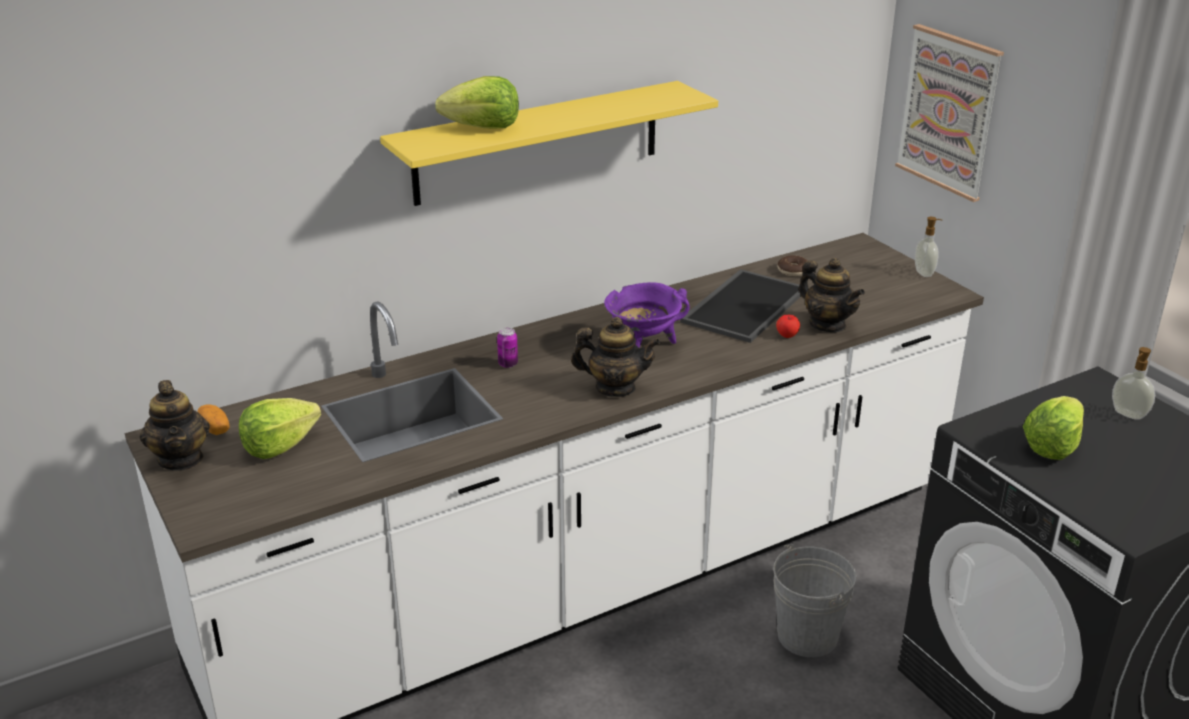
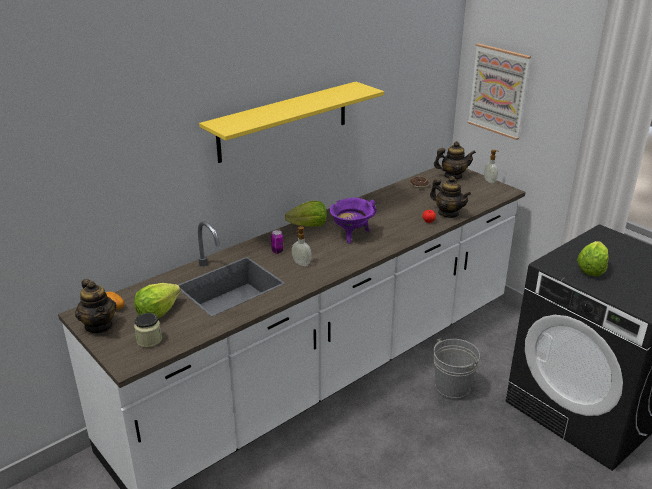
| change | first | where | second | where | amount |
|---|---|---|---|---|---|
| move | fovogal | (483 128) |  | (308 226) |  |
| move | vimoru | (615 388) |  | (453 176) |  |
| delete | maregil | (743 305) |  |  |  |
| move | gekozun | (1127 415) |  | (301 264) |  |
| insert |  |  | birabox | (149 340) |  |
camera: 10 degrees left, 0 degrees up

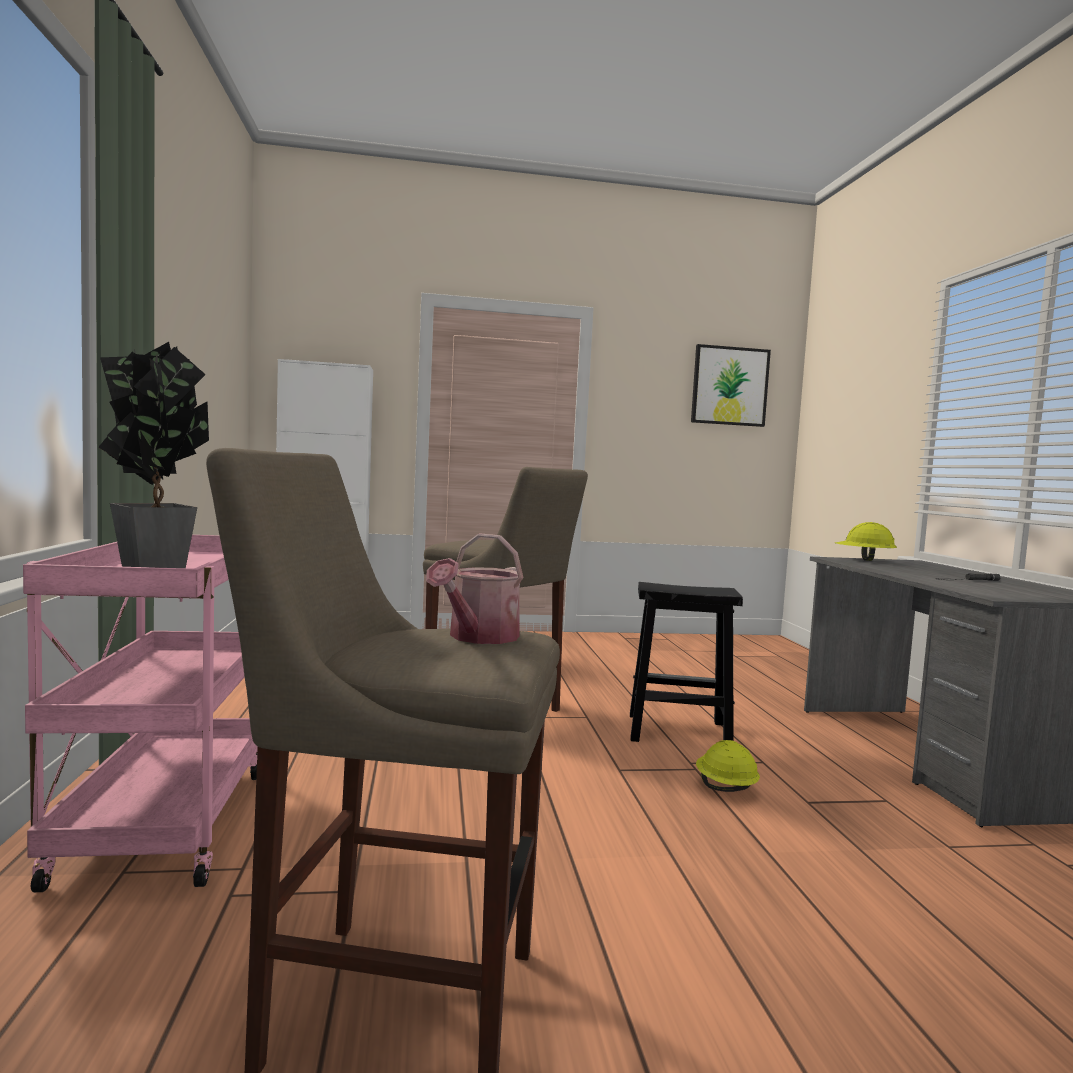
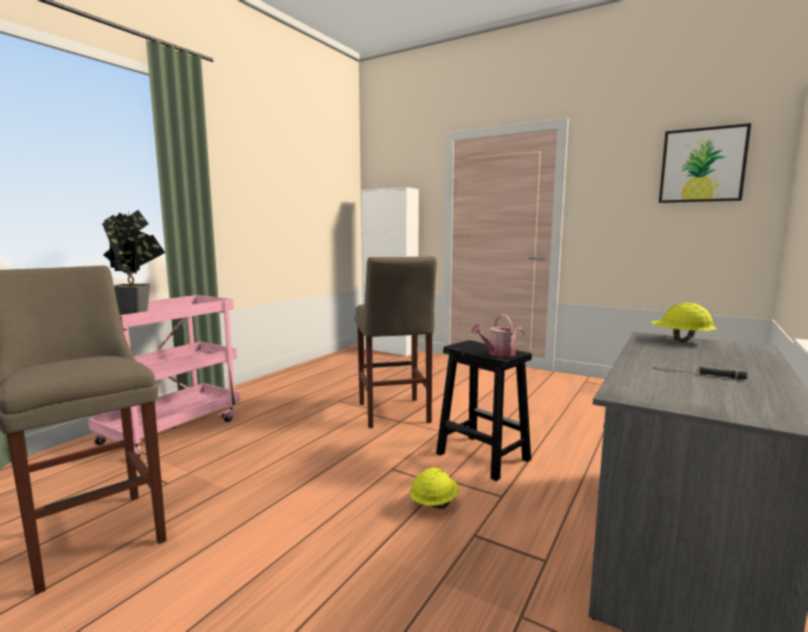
| change | first | where | second | where | amount |
|---|---|---|---|---|---|
| move | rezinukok | (479 638) |  | (498 354) |  |
camera: 40 degrees right, 5 degrees up

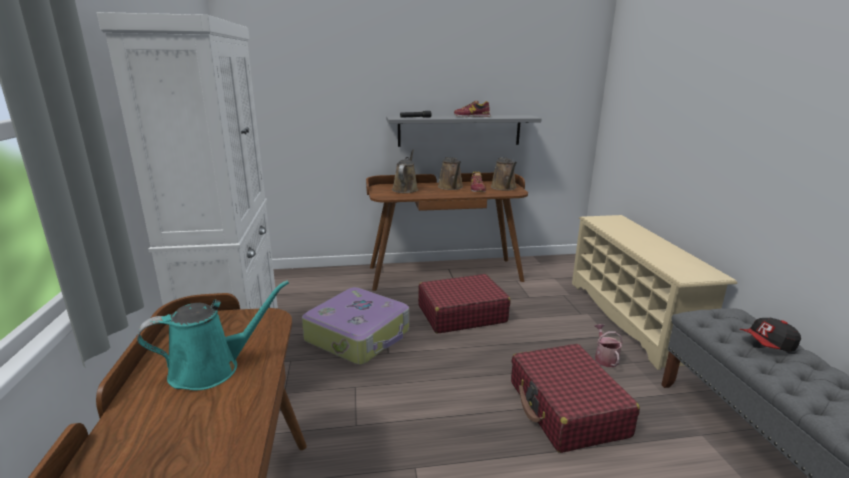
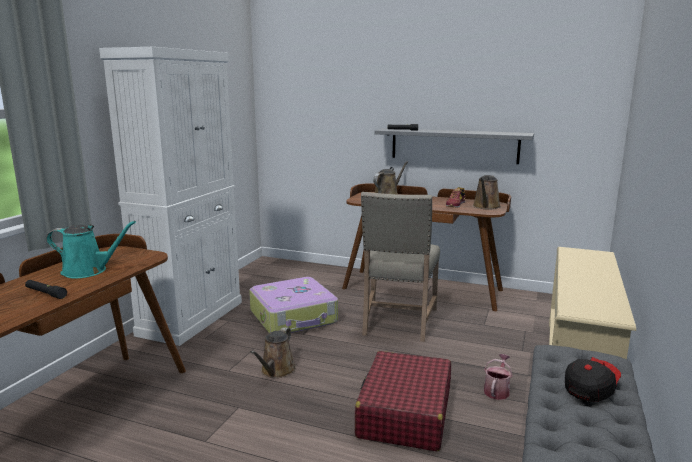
| change | first | where | second | where | amount |
|---|---|---|---|---|---|
| replace | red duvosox | (461 314) | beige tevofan | (398 322) |  |
| move | brown rezinukok | (451 187) |  | (276 371) |  |
| delete | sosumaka | (472 116) |  |  |  |
| rotate | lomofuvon | (768 345) |  | (590 388) | 120 degrees clockwise |
| insert |  |  | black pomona | (45 293) |  |
camera: 30 degrees right, 5 degrees down

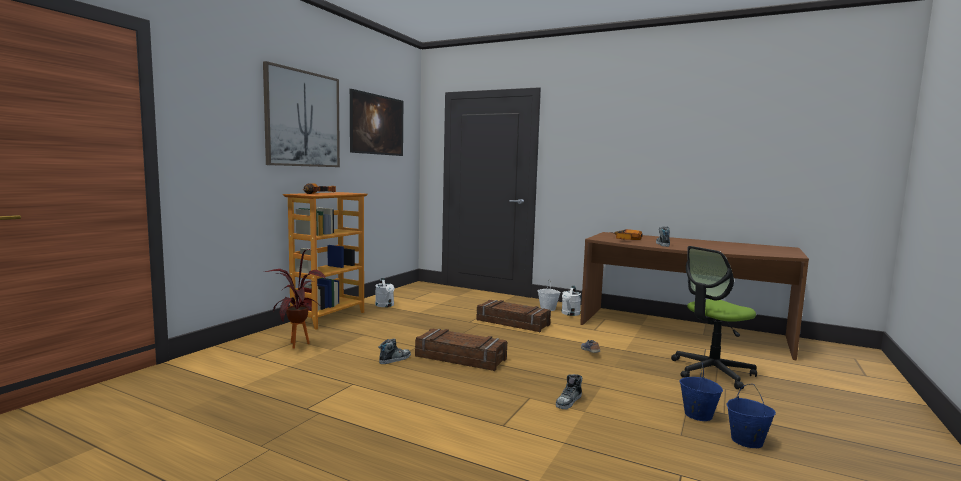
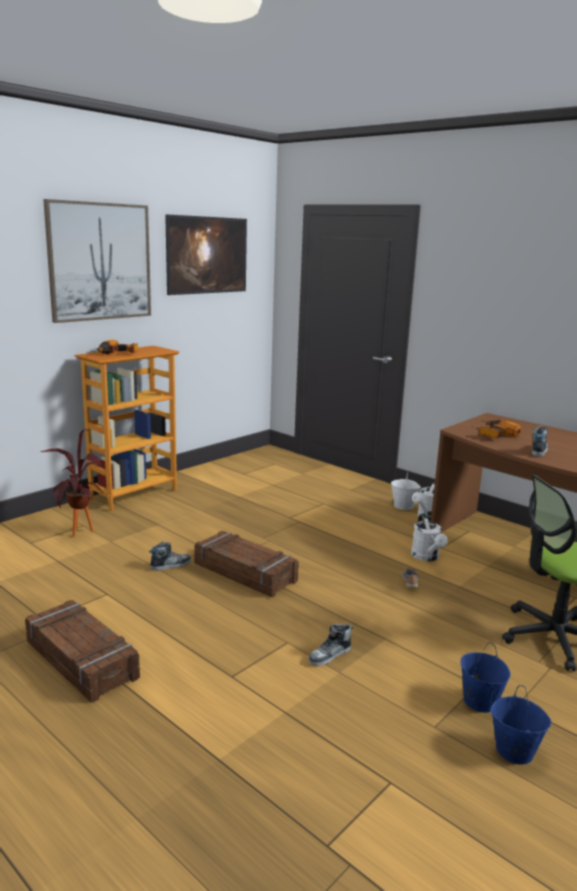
| change | first | where | second | where | amount |
|---|---|---|---|---|---|
| move | white rezinukok | (385 305) |  | (427 557) |  |
| move | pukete | (512 323) |  | (80 660) |  |
camera: 15 degrees right, 10 degrees up

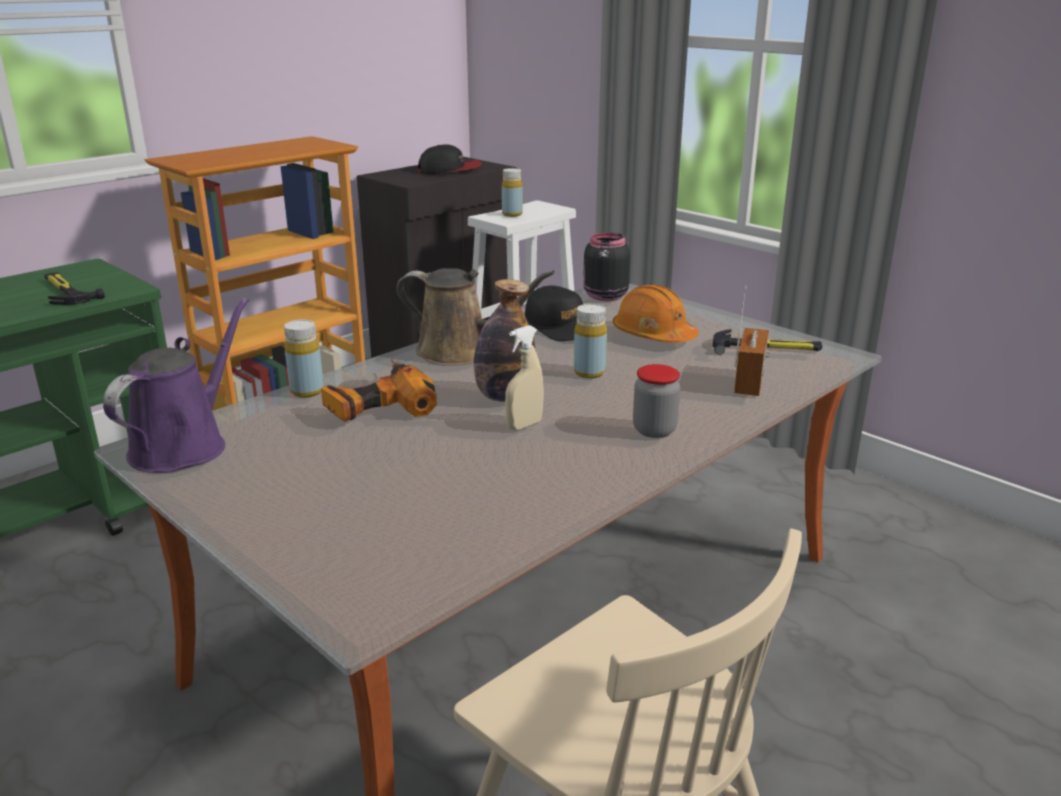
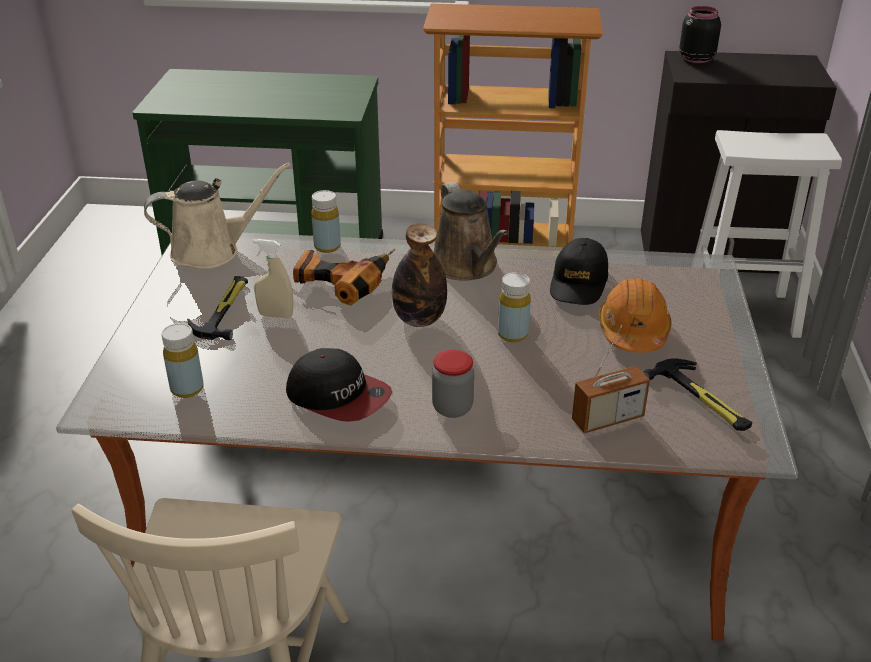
| change | first | where | second | where | amount |
|---|---|---|---|---|---|
| move | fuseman | (66 291) |  | (224 310) |  |
| recolor | purple rezinukok | (184 445) | beige rezinukok | (212 251) |  |
| move | lomofuvon | (449 170) |  | (338 396) |  |
| move | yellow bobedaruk | (512 214) |  | (187 389) |  |
| move | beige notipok | (524 425) |  | (276 315) |  |
| move | black birabox | (604 296) |  | (695 59) |  |
camera: 50 degrees right, 10 degrees up

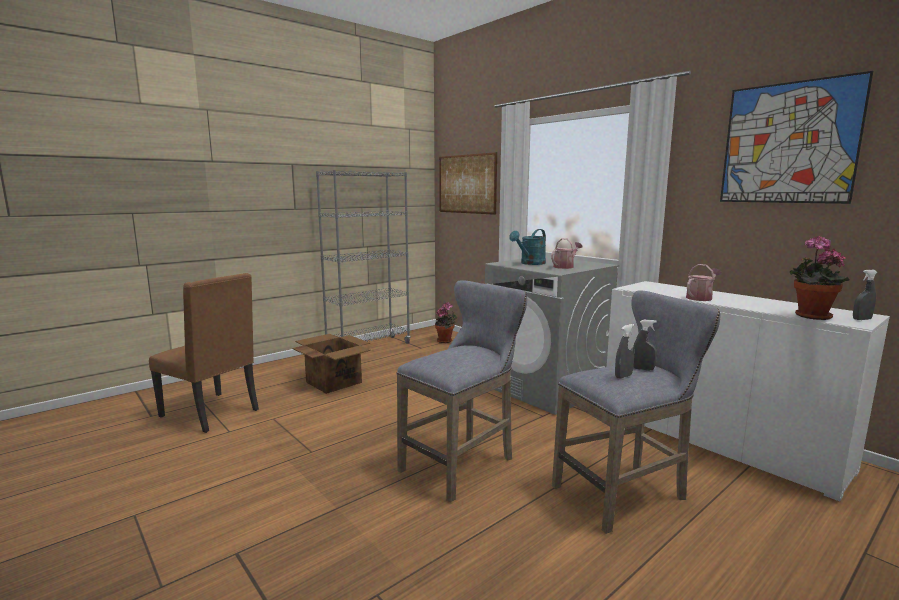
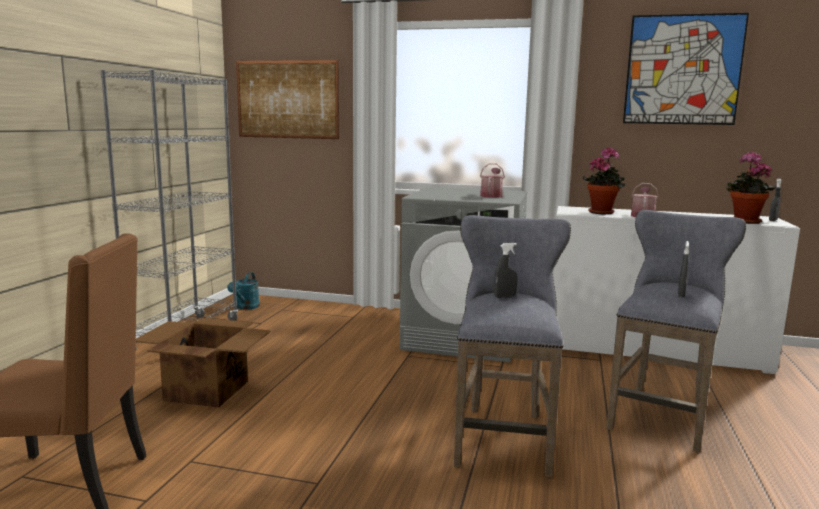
| change | first | where | second | where | amount |
|---|---|---|---|---|---|
| move | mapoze | (446 341) |  | (602 212) |  |
| move | turquoise rezinukok | (530 263) |  | (245 307) |  |
| move | grey notipok | (643 369) |  | (504 297) |  |
camera: 35 degrees left, 0 degrees up

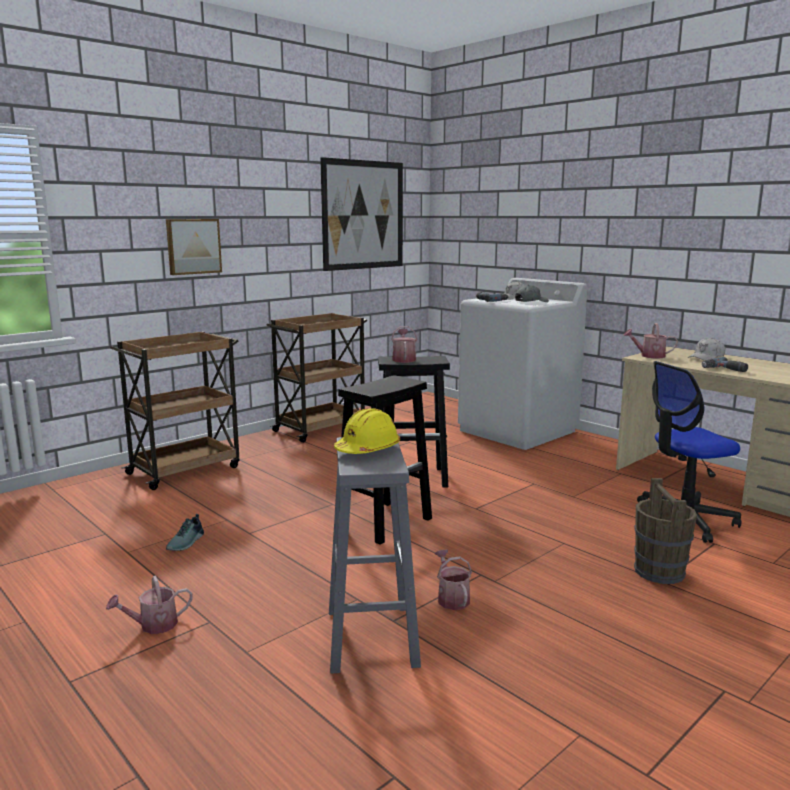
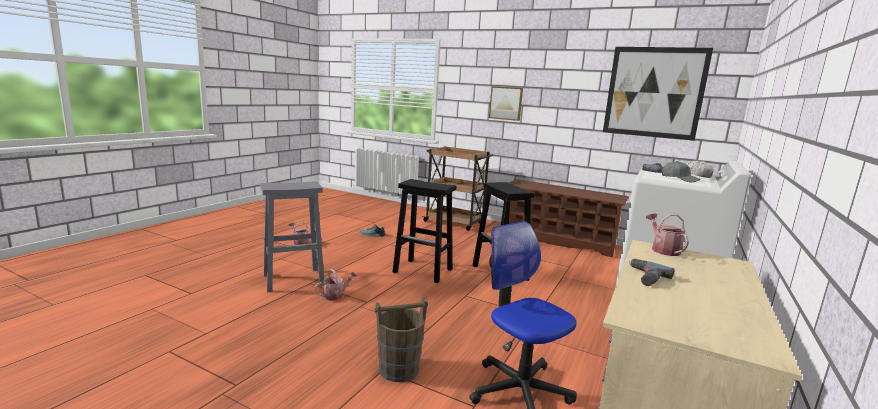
| change | first | where | second | where | amount |
|---|---|---|---|---|---|
| replace | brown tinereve | (320 428) | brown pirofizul | (558 240) |  |
| delete | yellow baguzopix | (368 449) |  |  |  |
| delete | rezinukok | (403 359) |  |  |  |
| delete | white lomofuvon | (706 357) |  |  |  |
camera: 70 degrees right, 0 degrees up

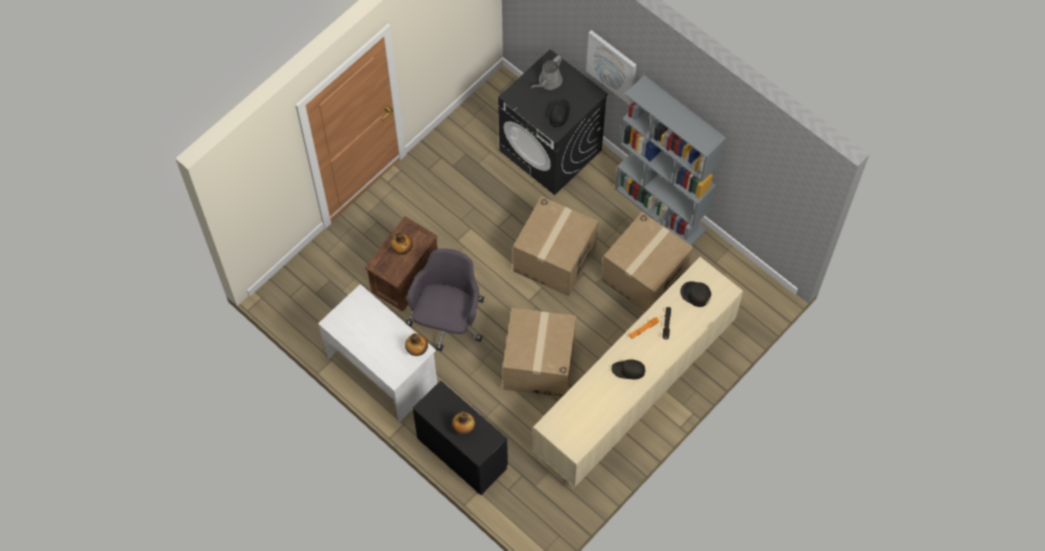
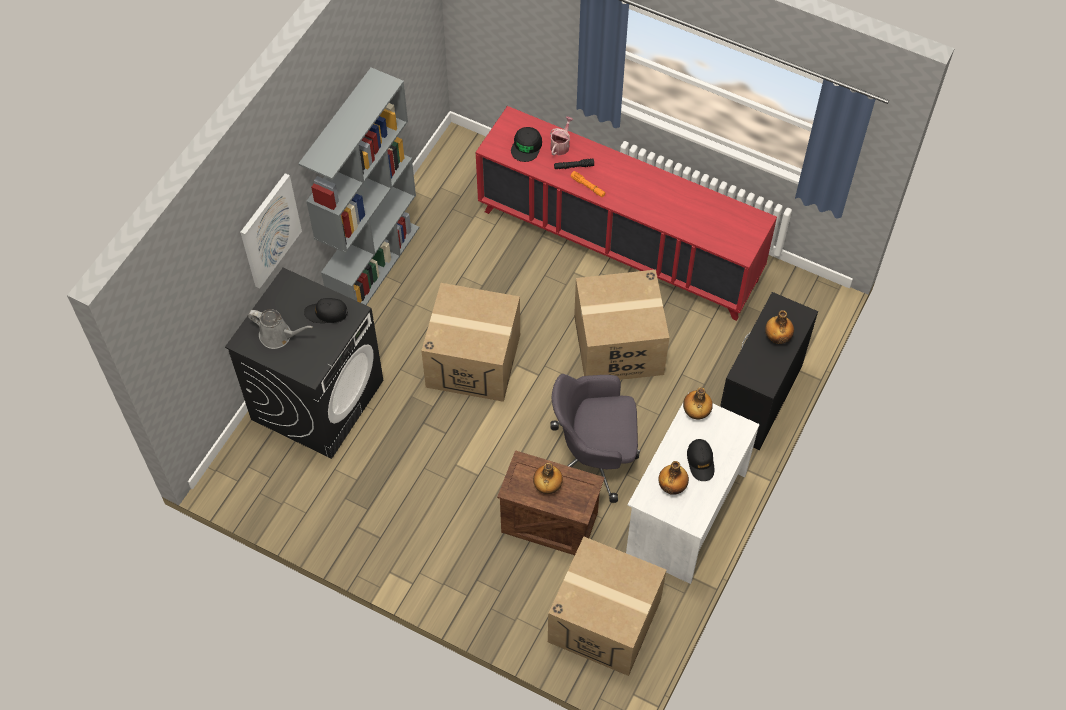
| change | first | where | second | where | amount |
|---|---|---|---|---|---|
| recolor | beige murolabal | (634 391) | red murolabal | (619 244) |  |
| move | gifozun | (644 276) |  | (605 620) |  |
| move | black lomofuvon | (628 370) |  | (700 462) |  |
| insert |  |  | rezinukok | (561 145) |  |
| insert |  |  | bobedaruk | (672 486) |  |
camera: 105 degrees left, 5 degrees down

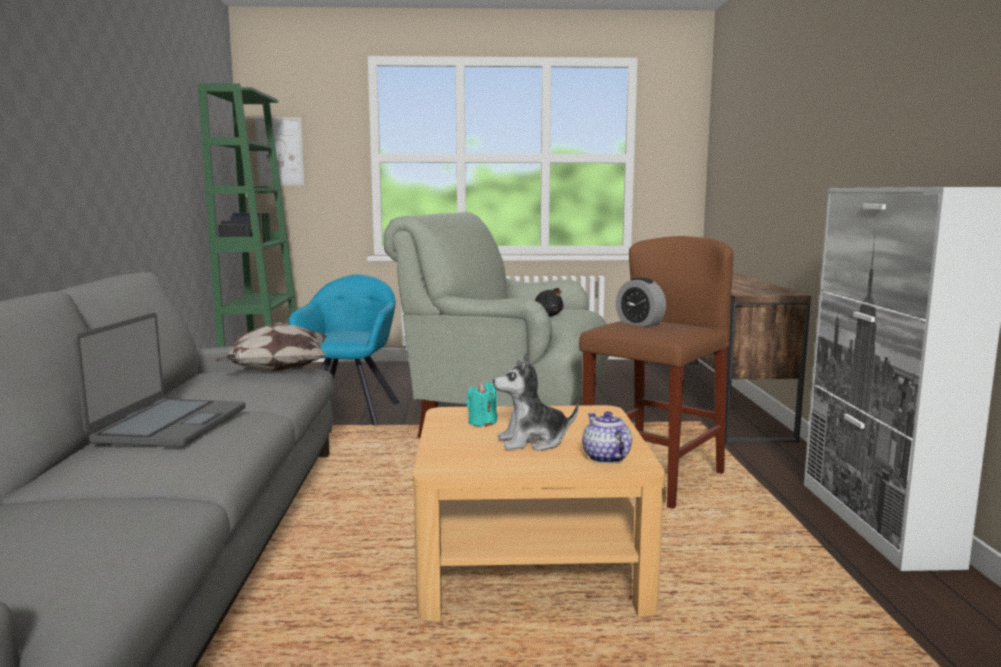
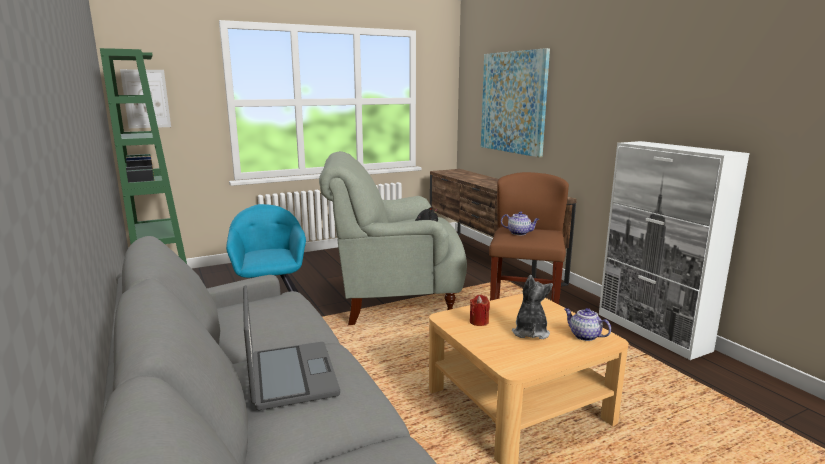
| change | first | where | second | where | amount |
|---|---|---|---|---|---|
| delete | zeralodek | (276 371) |  |  |  |
| recolor | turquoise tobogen | (482 422) | red tobogen | (479 322) |  |
| rotate | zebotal | (532 442) |  | (530 332) | 135 degrees clockwise |
| replace | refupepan | (639 323) | vimoru | (519 233) |  |
| insert |  |  | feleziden | (513 102) |  |
camera: 25 degrees left, 5 degrees up

